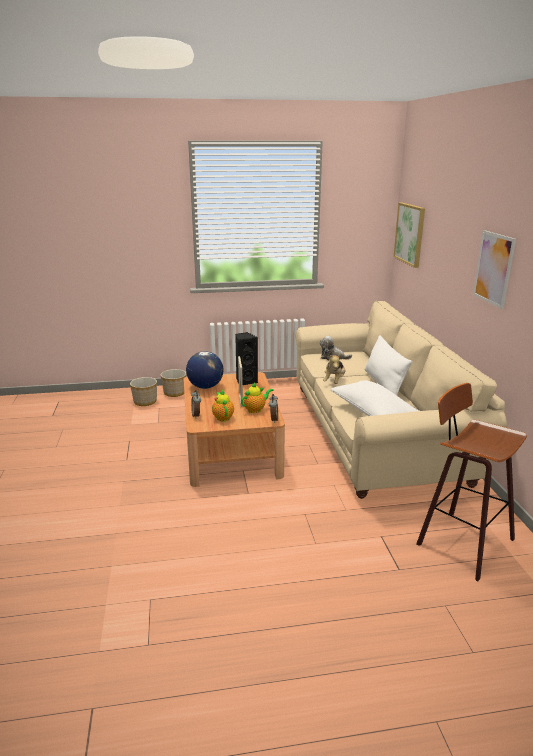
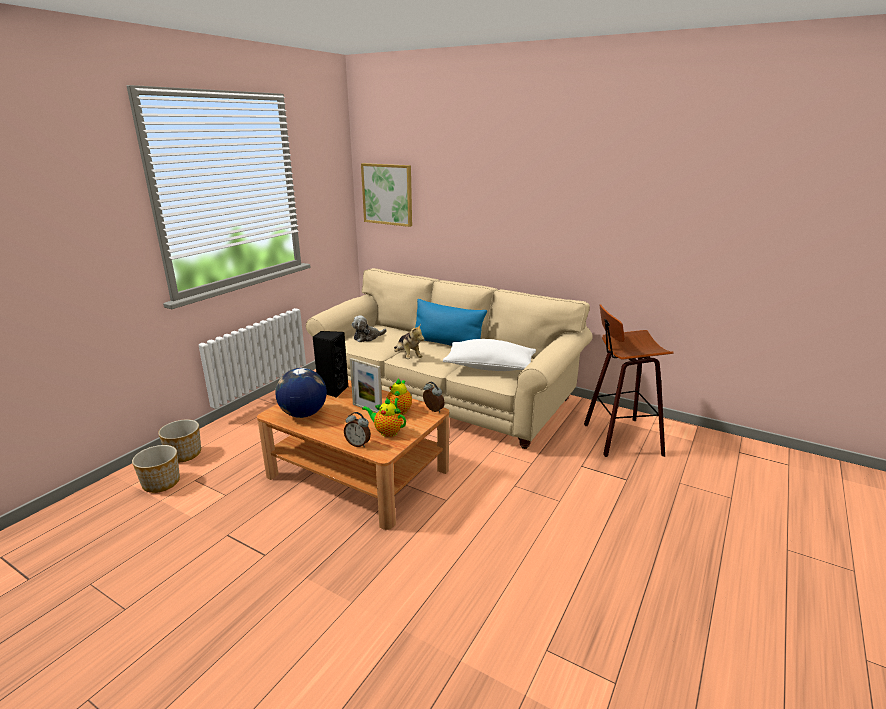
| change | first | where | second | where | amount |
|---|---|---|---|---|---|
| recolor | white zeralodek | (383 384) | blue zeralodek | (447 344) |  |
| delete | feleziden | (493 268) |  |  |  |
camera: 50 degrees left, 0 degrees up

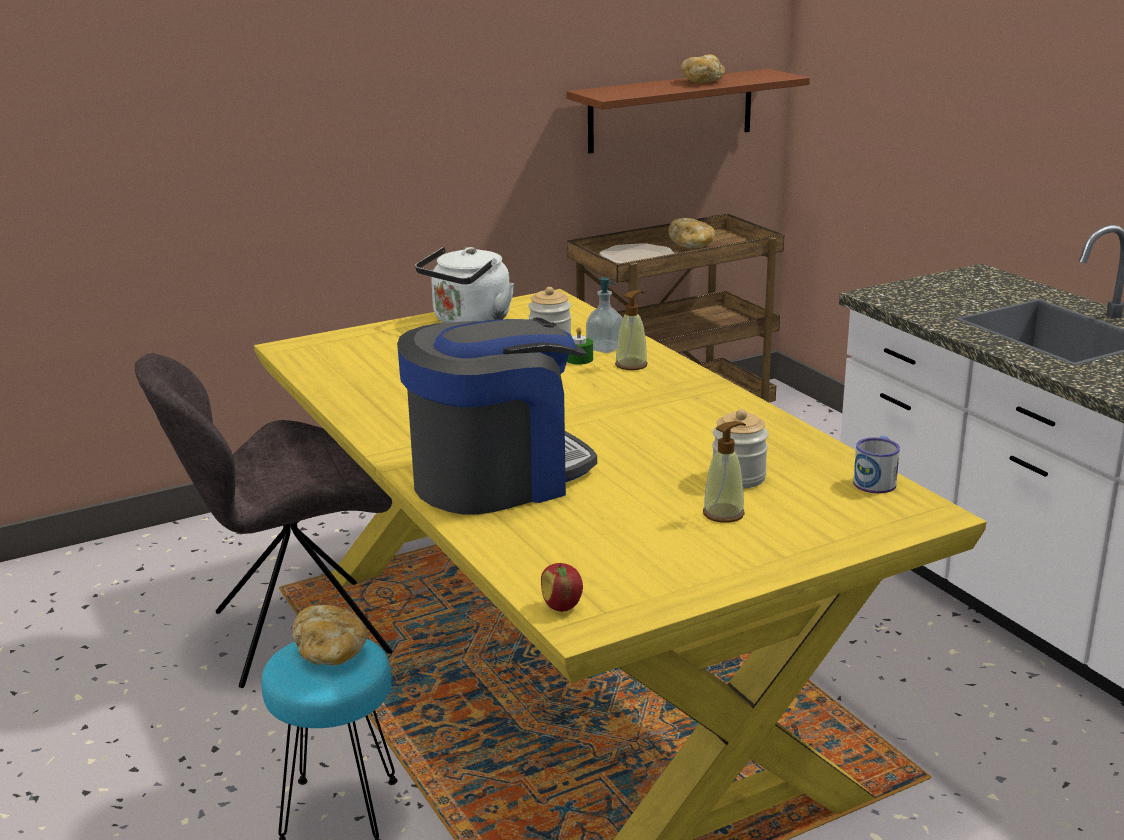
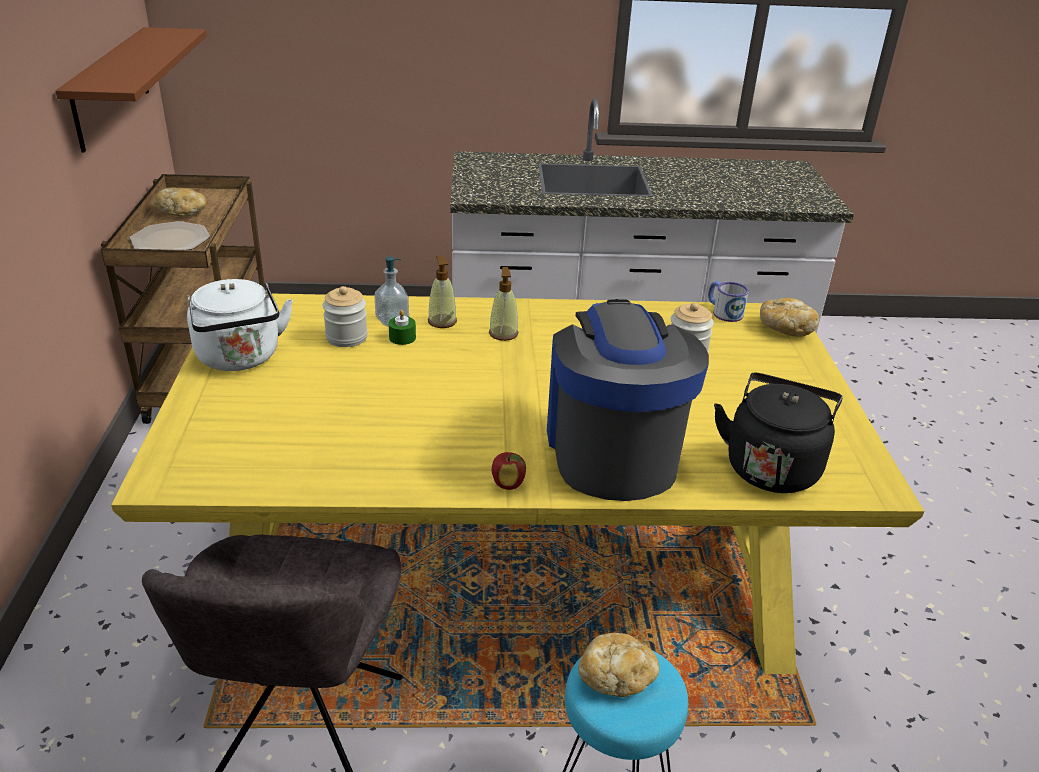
| change | first | where | second | where | amount |
|---|---|---|---|---|---|
| move | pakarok | (562 606) |  | (508 484) |  |
| move | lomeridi | (702 81) |  | (784 329) |  |
| move | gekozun | (724 514) |  | (503 333) |  |
| insert |  |  | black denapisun | (772 466) |  |
camera: 65 degrees left, 10 degrees up

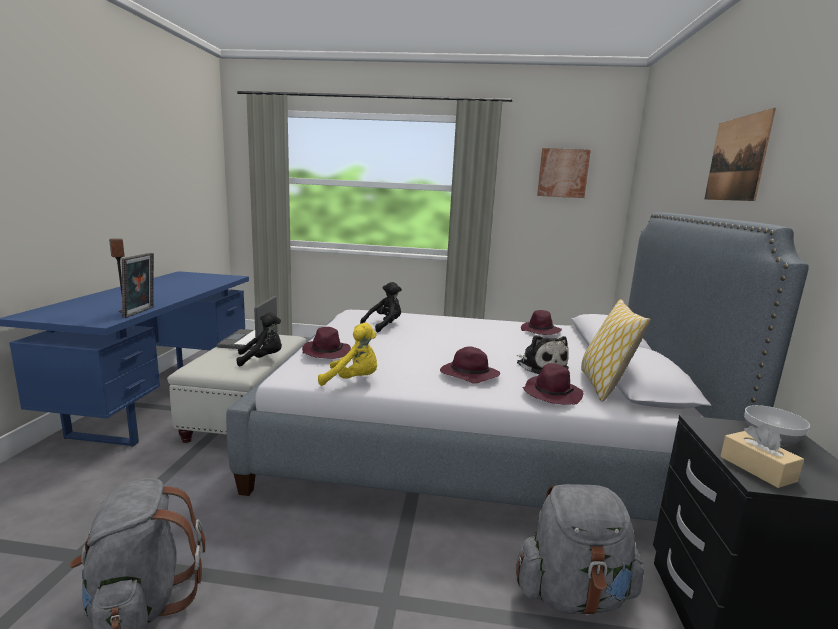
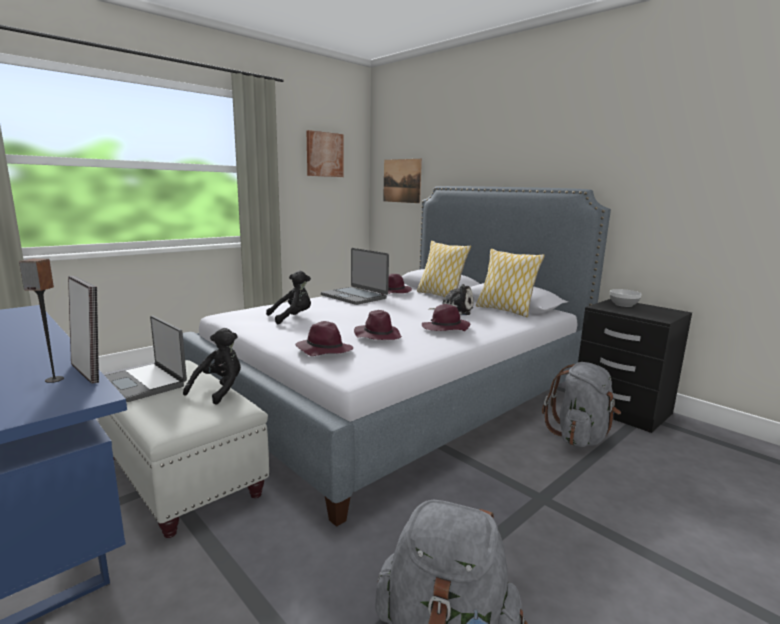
| change | first | where | second | where | amount |
|---|---|---|---|---|---|
| delete | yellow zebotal | (353 381) |  |  |  |
| rotate | black zebotal | (384 326) |  | (292 318) | 60 degrees clockwise |
| move | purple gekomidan | (551 394) |  | (377 336) |  |
| move | feleziden | (736 159) |  | (402 181) |  |
| delete | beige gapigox | (757 469) |  |  |  |
| insert |  |  | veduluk | (354 296) |  |
| insert |  |  | zeralodek | (440 295) |  |
camera: 50 degrees left, 0 degrees up

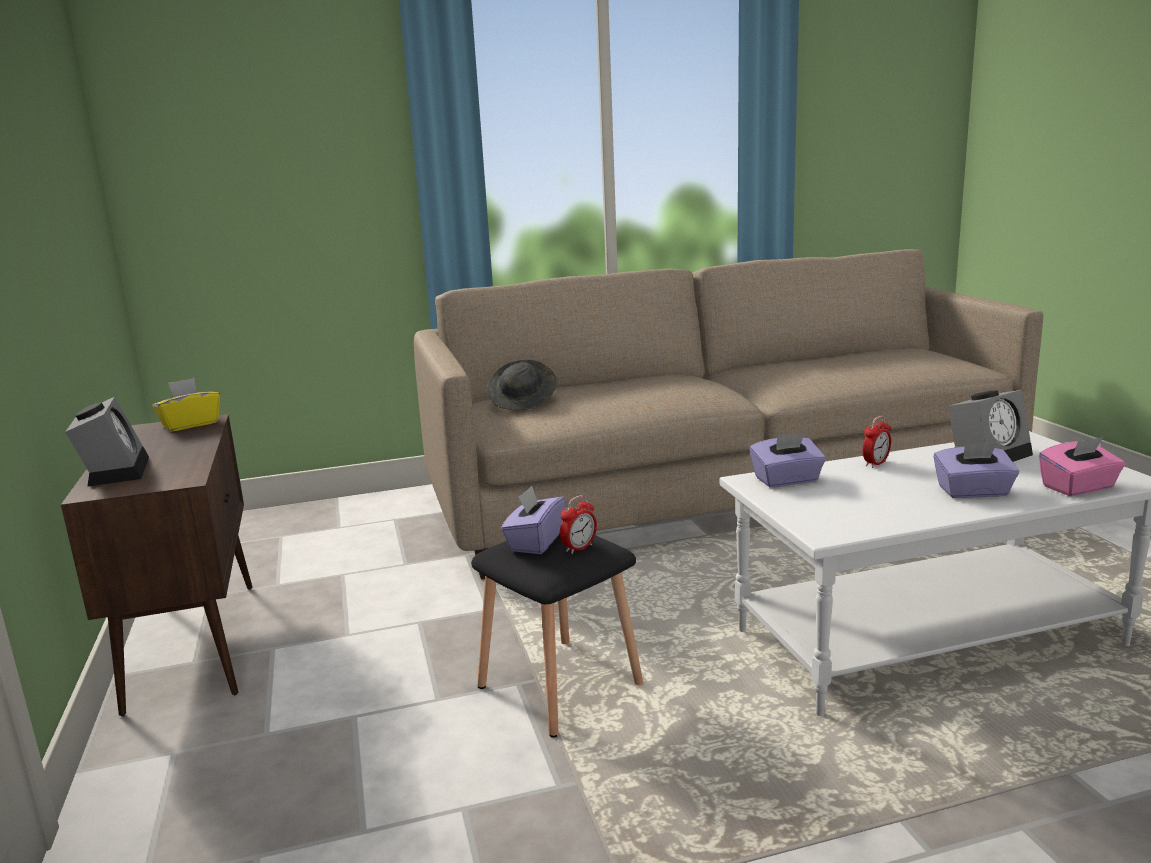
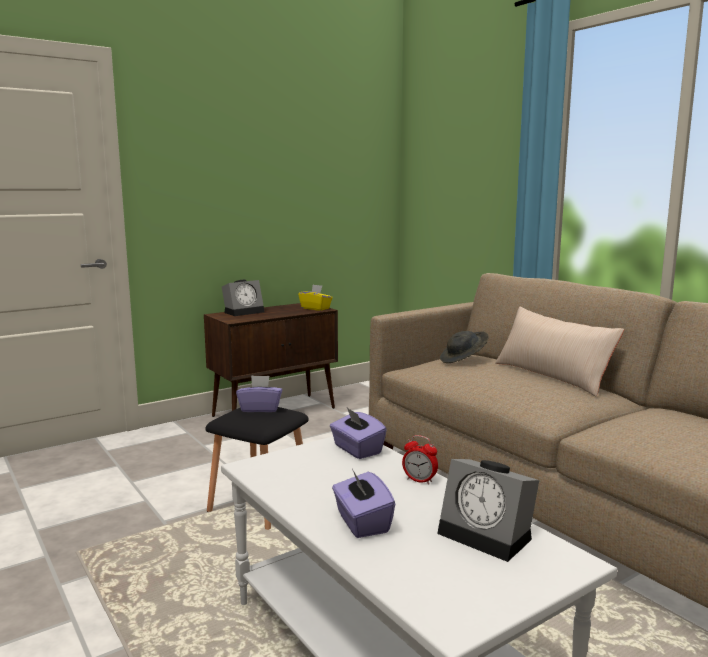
| change | first | where | second | where | amount |
|---|---|---|---|---|---|
| delete | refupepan | (579 548) |  |  |  |
| delete | pink gapigox | (1078 488) |  |  |  |
| insert |  |  | beige zeralodek | (552 376) |  |
camera: 70 degrees right, 5 degrees down

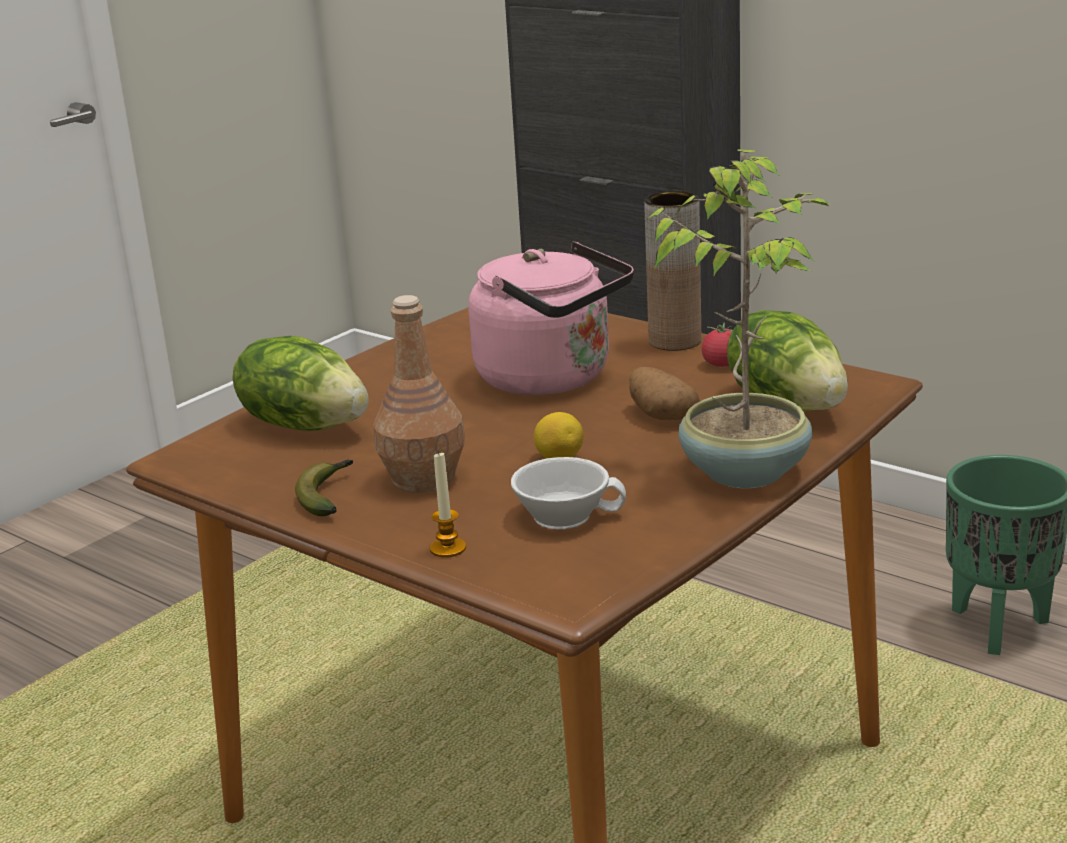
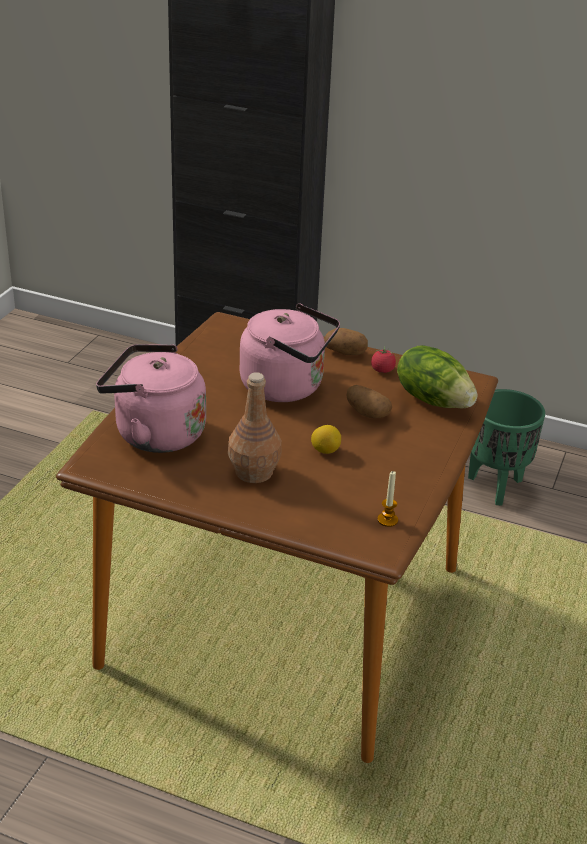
| change | first | where | second | where | amount |
|---|---|---|---|---|---|
| replace | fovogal | (305 424) | pink denapisun | (154 433) |  |
| delete | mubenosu | (328 495) |  |  |  |
| move | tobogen | (448 548) |  | (387 520) |  |
| delete | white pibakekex | (565 514) |  |  |  |
| replace | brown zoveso | (675 341) | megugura | (345 352) |  |
| delete | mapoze | (745 470) |  |  |  |
camera: 20 degrees left, 10 degrees up

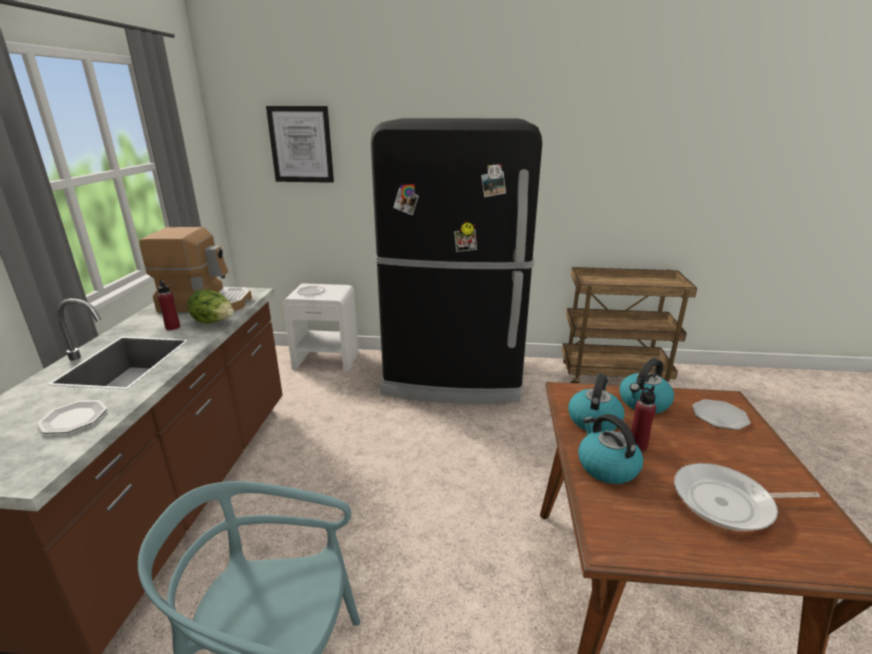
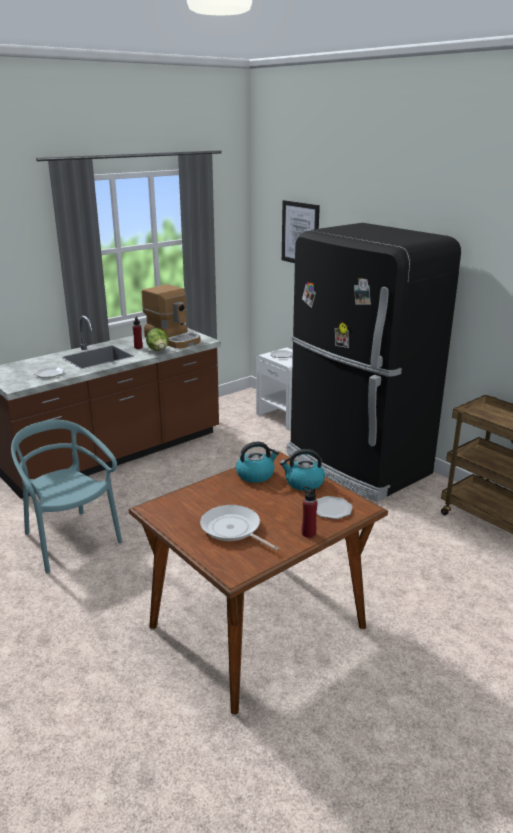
| change | first | where | second | where | amount |
|---|---|---|---|---|---|
| delete | denapisun | (606 466) |  |  |  |
| move | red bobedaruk | (637 445) |  | (308 533) |  |
camera: 45 degrees right, 0 degrees up

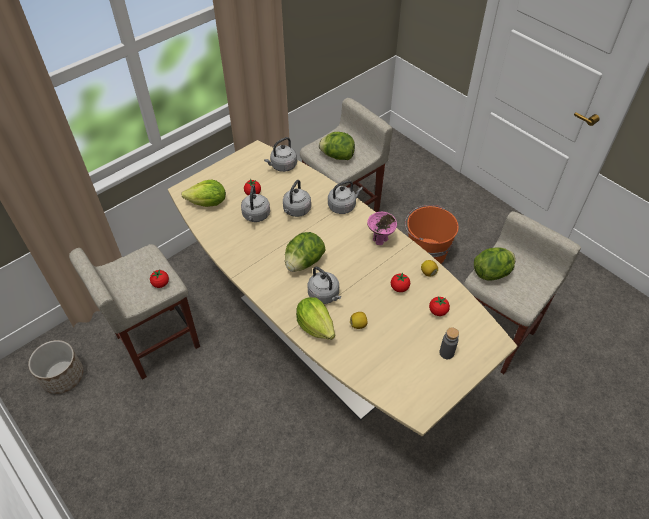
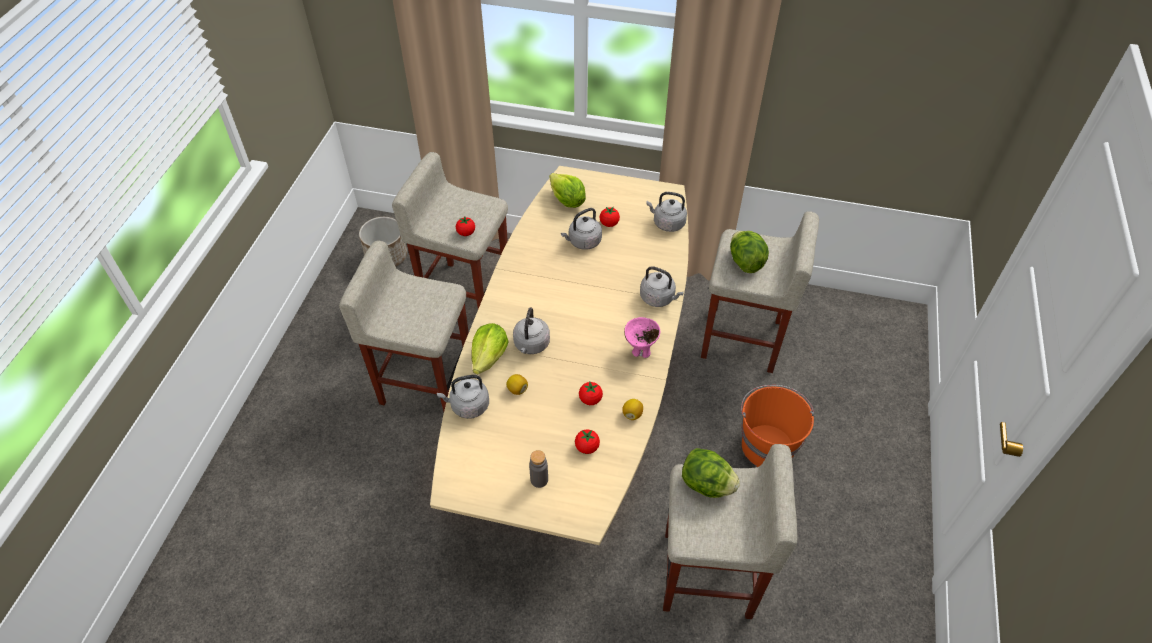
| change | first | where | second | where | amount |
|---|---|---|---|---|---|
| move | grey denapisun | (296 210) |  | (468 406) |  |
| delete | fovogal | (304 262) |  |  |  |
| insert |  |  | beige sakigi | (425 382) |  |
camera: 55 degrees right, 0 degrees up

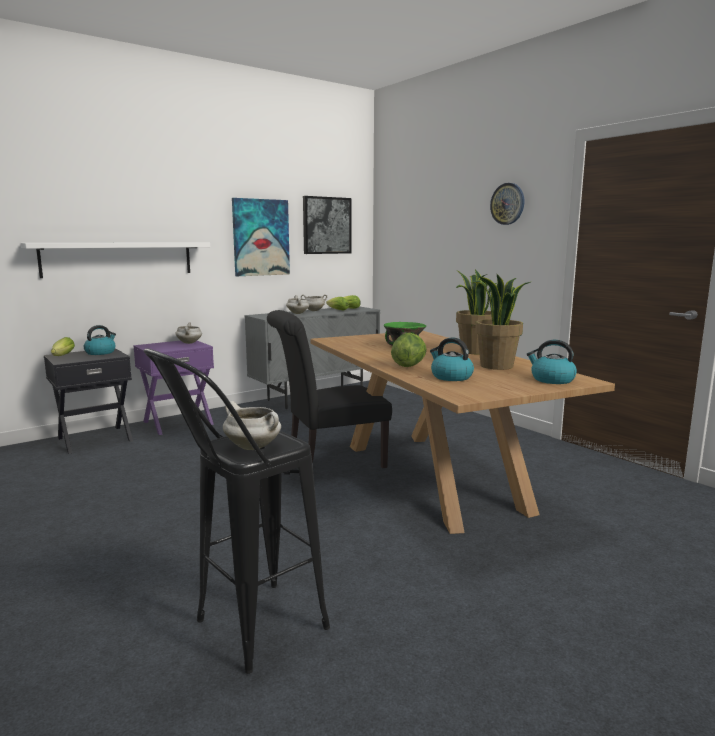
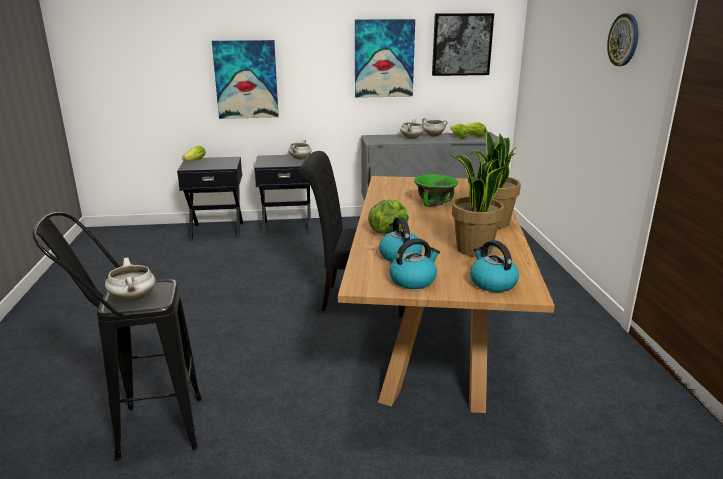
| change | first | where | second | where | amount |
|---|---|---|---|---|---|
| replace | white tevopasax | (118 259) | feleziden | (246 79) |  |
| move | denapisun | (100 352) |  | (413 280) |  |
| recolor | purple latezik | (178 422) | black latezik | (287 227) |  |
camera: 30 degrees right, 10 degrees up

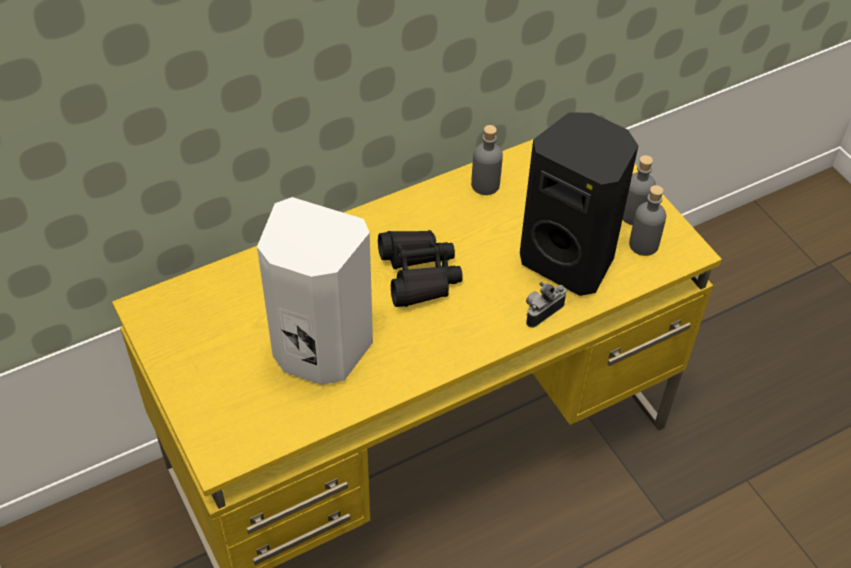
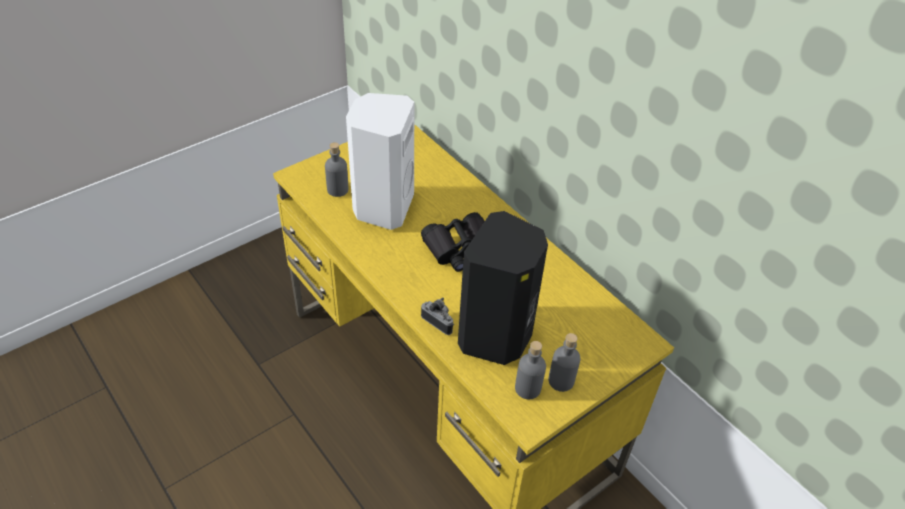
| change | first | where | second | where | amount |
|---|---|---|---|---|---|
| move | grey bobedaruk | (485 185) |  | (337 189) |  |
camera: 80 degrees right, 5 degrees down

